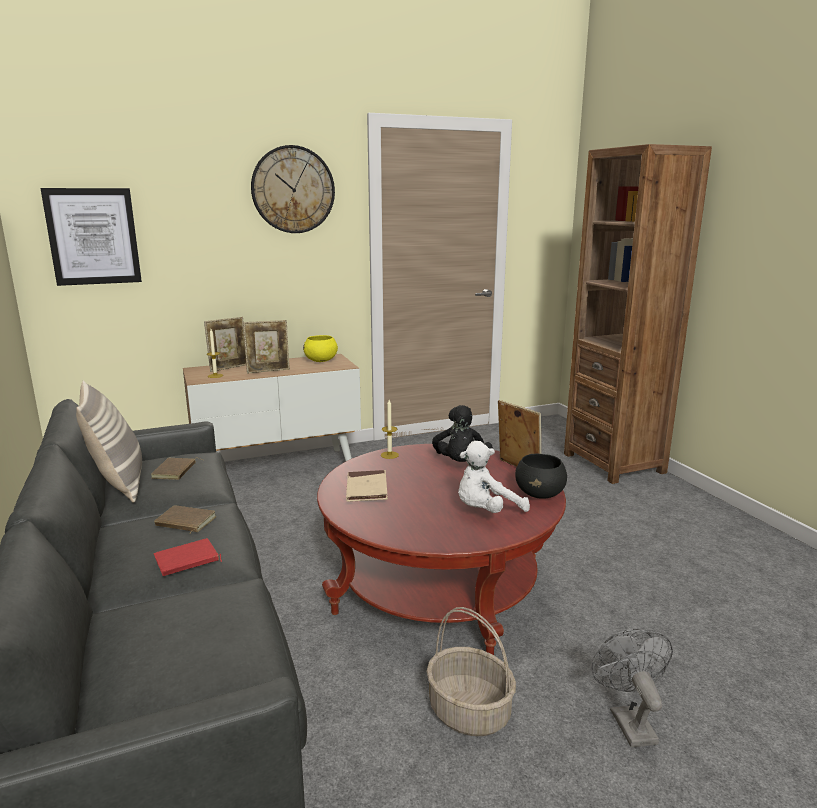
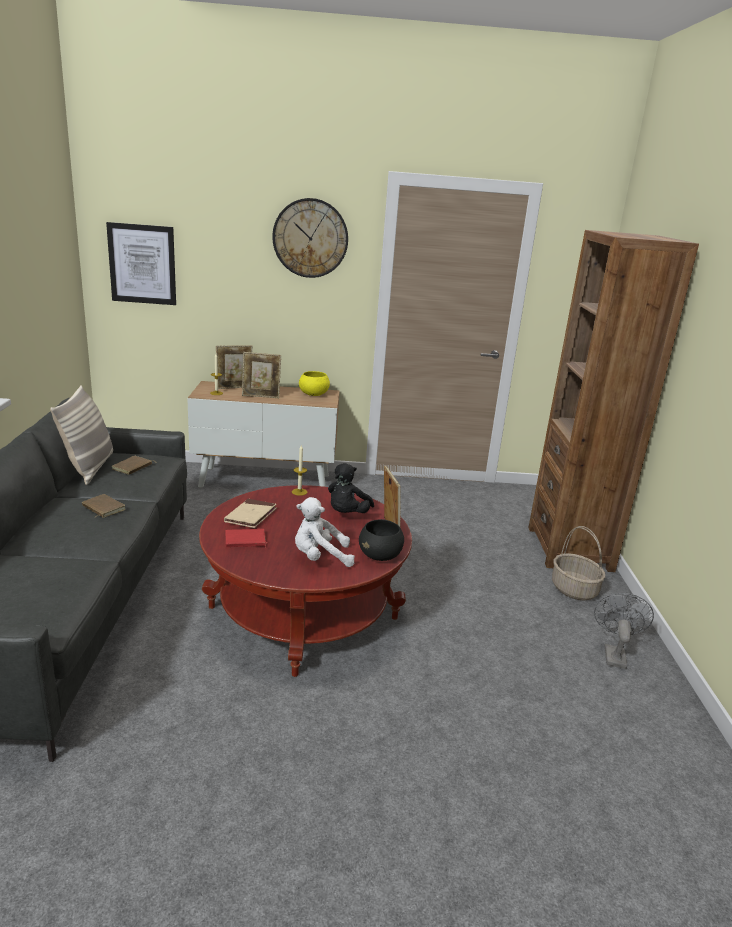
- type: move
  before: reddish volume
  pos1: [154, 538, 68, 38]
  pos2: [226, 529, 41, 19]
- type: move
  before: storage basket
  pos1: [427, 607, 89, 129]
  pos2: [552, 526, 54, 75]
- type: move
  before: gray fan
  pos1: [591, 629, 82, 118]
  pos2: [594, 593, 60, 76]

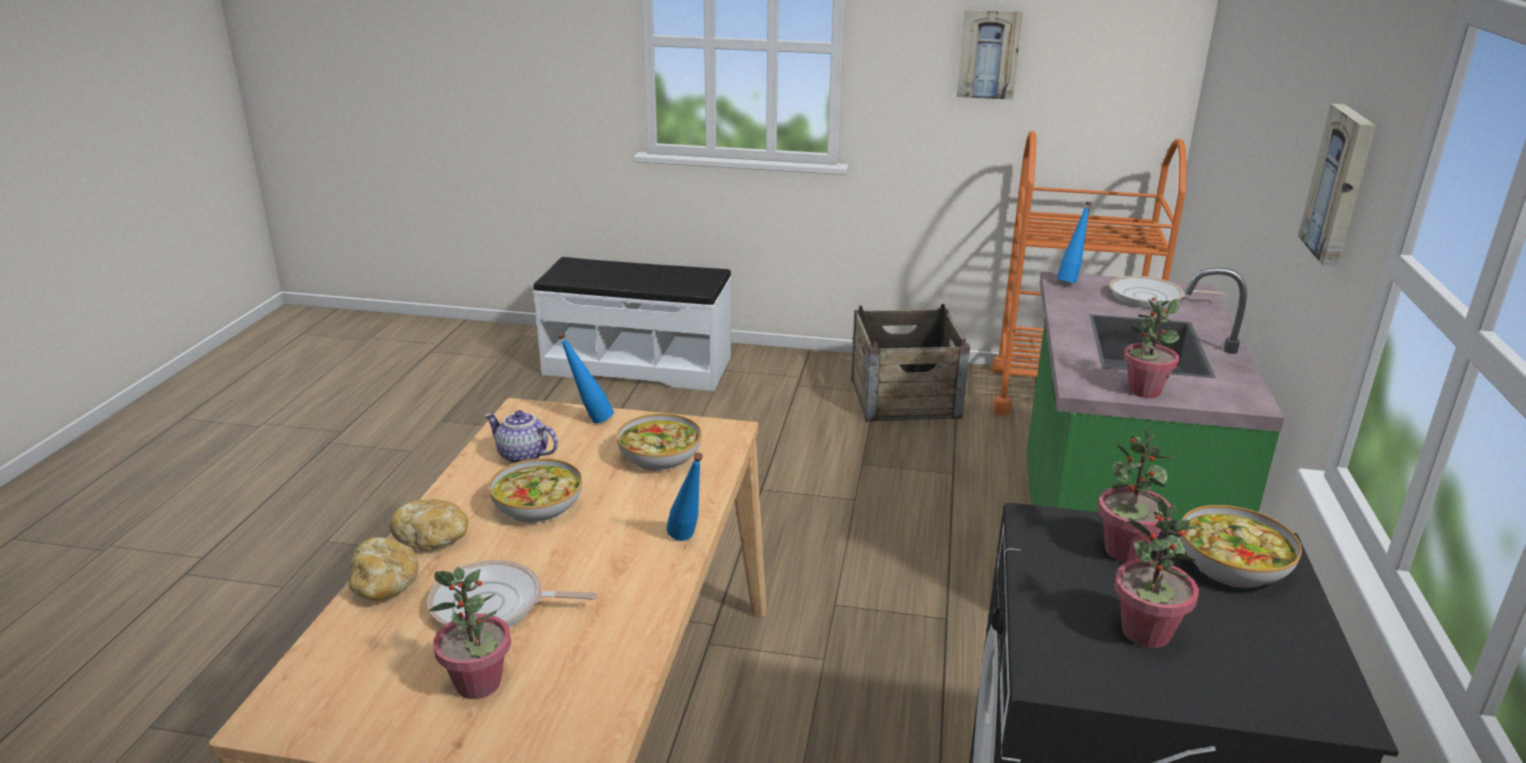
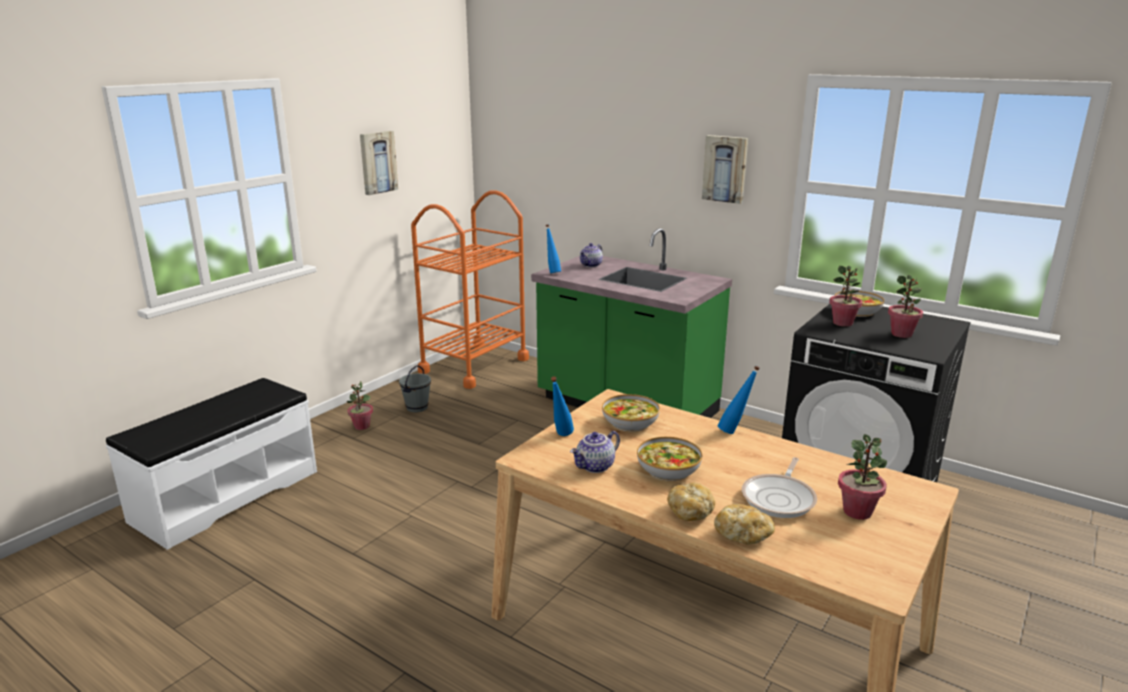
- type: move
  before: potted plant
  pos1: [1123, 296, 57, 102]
  pos2: [347, 381, 26, 49]
- type: replace
  before: packing crate
  after: gray bucket
  pos1: [851, 304, 119, 117]
  pos2: [399, 365, 32, 47]
- type: replace
  before: frying pan
  after: teapot
  pos1: [1109, 276, 116, 32]
  pos2: [580, 243, 23, 24]

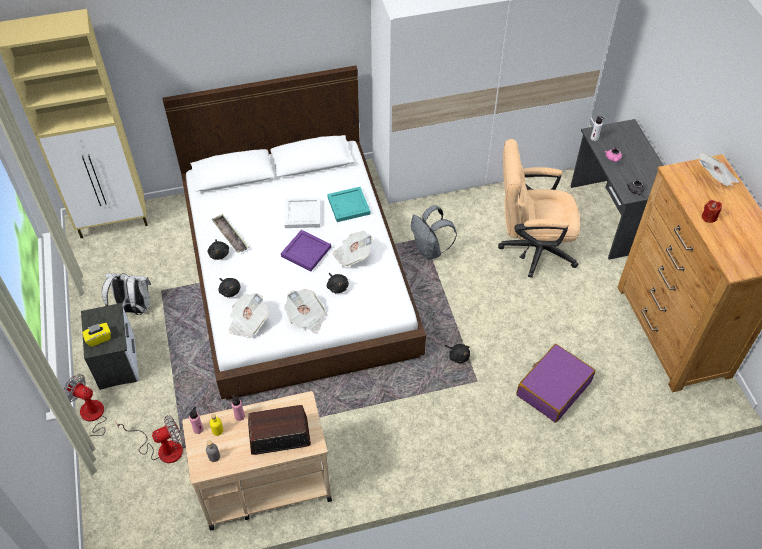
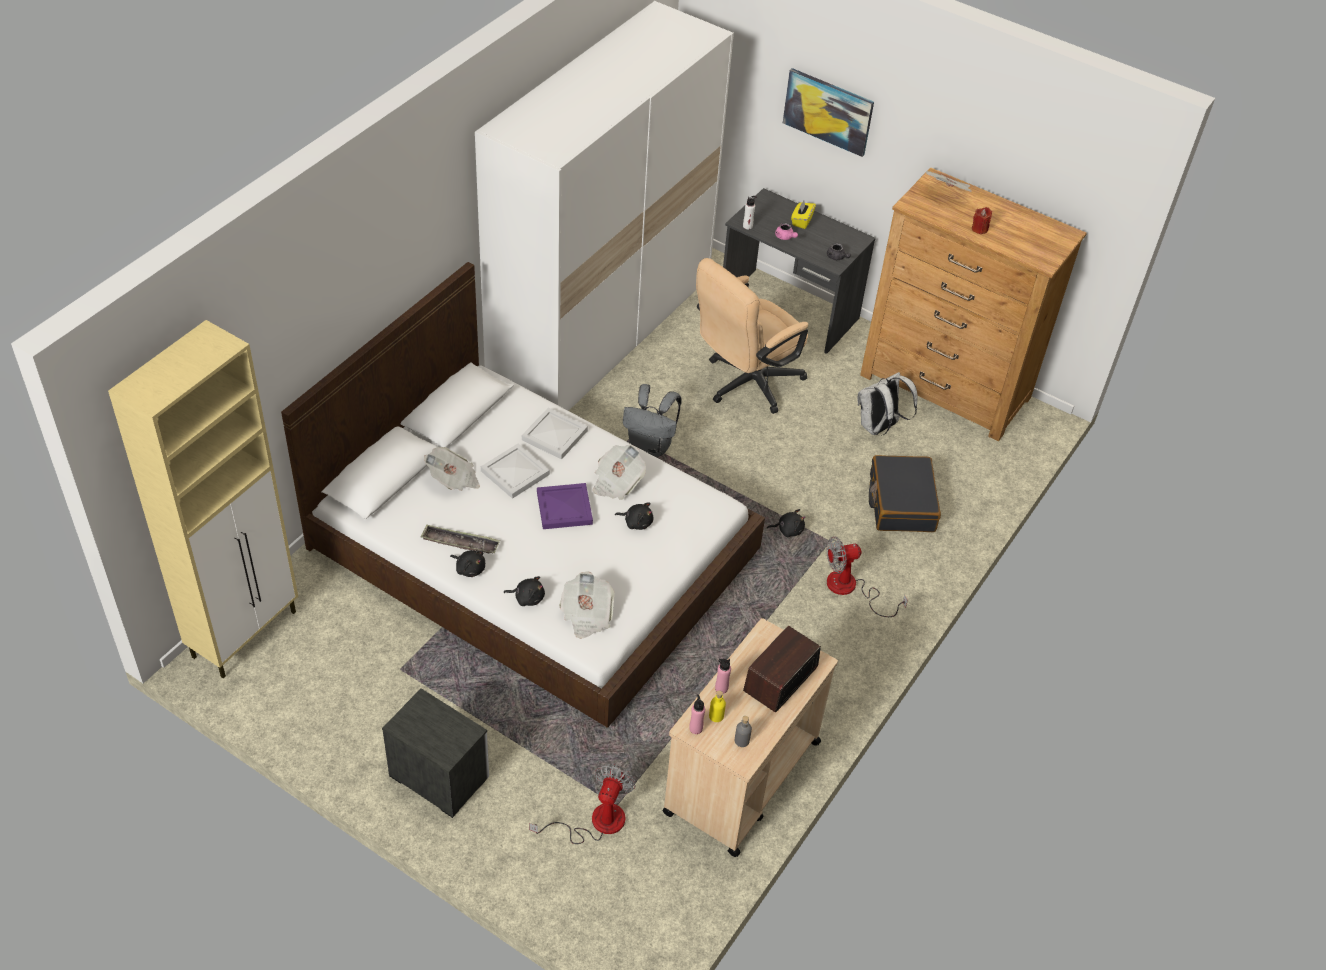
- type: insert
  after: wall picture
  pos2: [783, 68, 91, 89]
- type: move
  before: fan
  pos1: [63, 374, 44, 77]
  pos2: [826, 536, 82, 81]
- type: move
  before: yellow-coloured tissue holder
  pos1: [82, 323, 29, 24]
  pos2: [791, 200, 25, 29]
- type: move
  before: white rucksack
  pos1: [102, 273, 49, 42]
  pos2: [858, 372, 60, 64]
- type: move
  before: printed paper
  pos1: [284, 289, 43, 44]
  pos2: [424, 447, 56, 44]
- type: recolor
  before: turquoise tray
  after: white tray
  pos1: [327, 187, 43, 35]
  pos2: [522, 407, 66, 53]
- type: recolor
  before: purple-coloured travel case
  after: black travel case
  pos1: [516, 344, 79, 79]
  pos2: [869, 455, 72, 77]

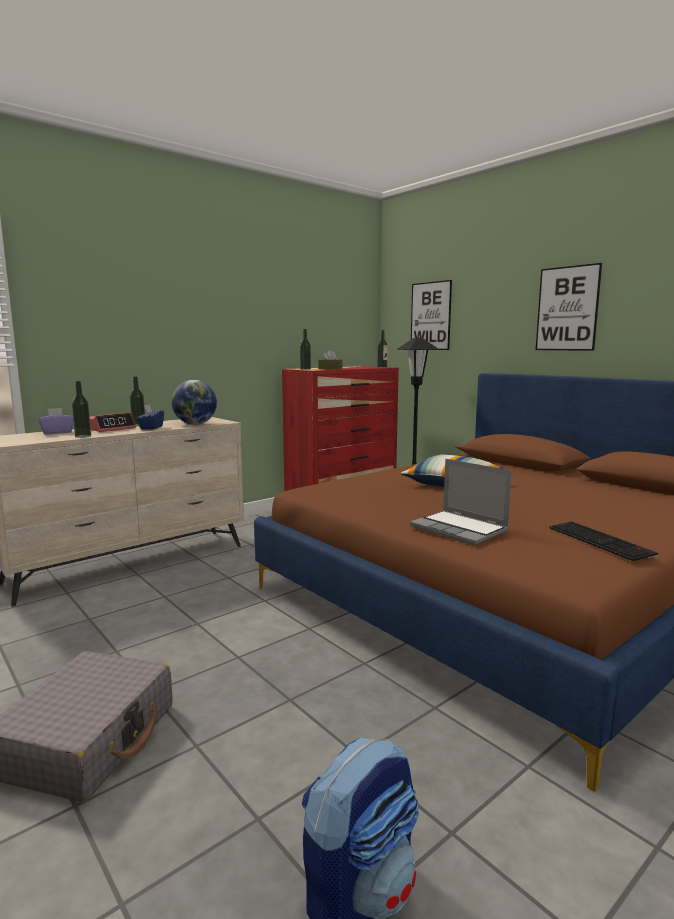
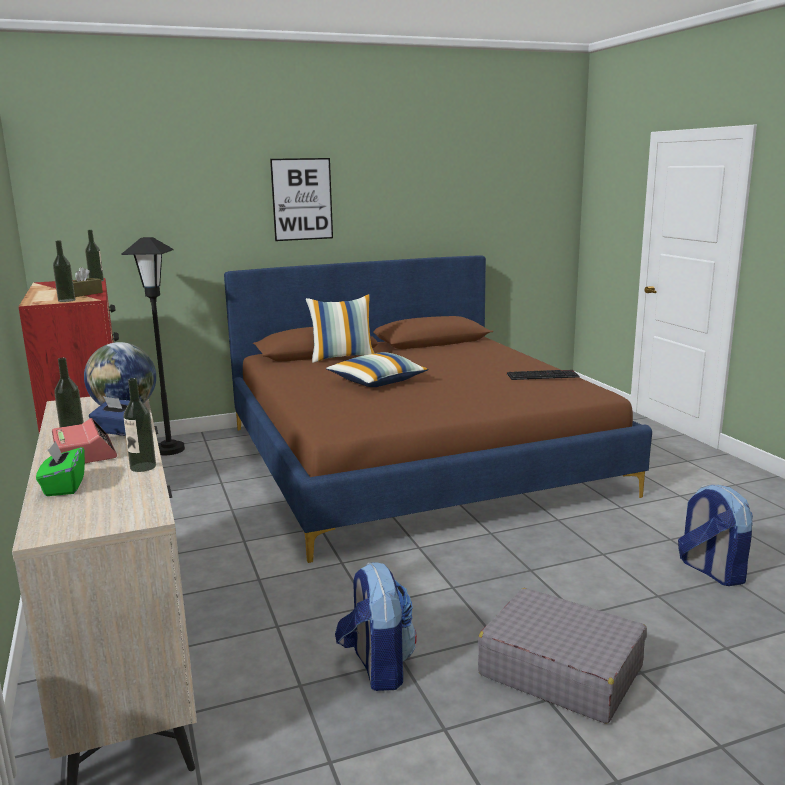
- type: delete
  before: portable computer
  pos1: [410, 459, 102, 86]
- type: delete
  before: wall picture
  pos1: [411, 280, 41, 70]
- type: insert
  after: pillow
  pos2: [306, 294, 69, 69]
- type: insert
  after: rucksack
  pos2: [335, 562, 82, 129]
- type: recolor
  before: purple-coloured tissue holder
  after: green tissue holder
  pos1: [38, 408, 35, 26]
  pos2: [36, 441, 49, 55]

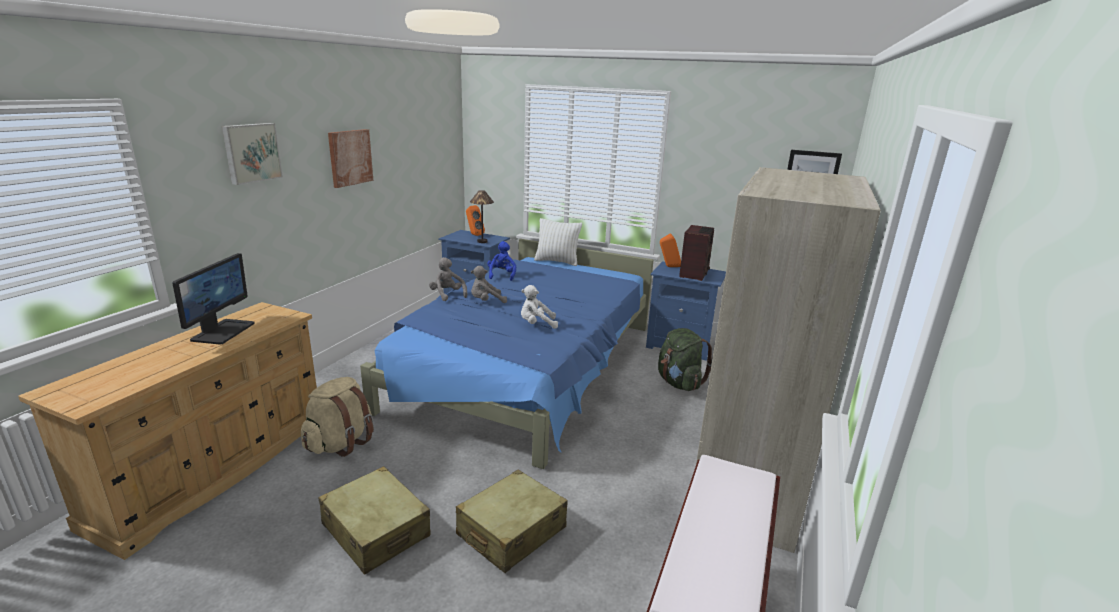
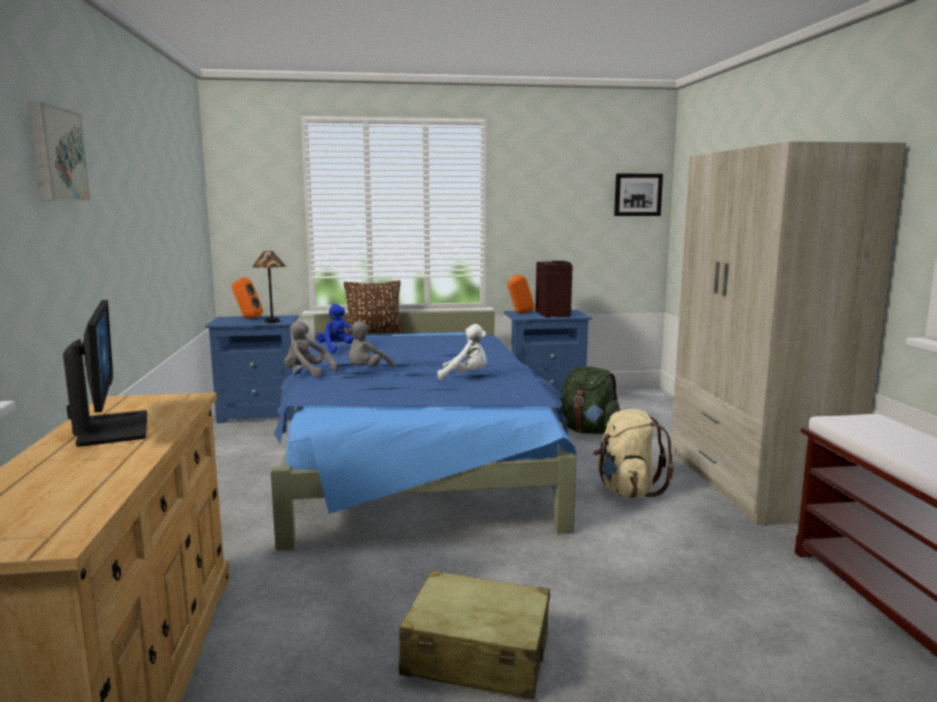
- type: delete
  before: wall picture
  pos1: [328, 129, 45, 59]
- type: delete
  before: beige-coloured travel case
  pos1: [456, 470, 111, 103]
- type: move
  before: beige-coloured rucksack
  pos1: [301, 377, 73, 80]
  pos2: [593, 409, 81, 89]
- type: recolor
  before: white pillow
  after: brown-coloured pillow
  pos1: [534, 218, 48, 48]
  pos2: [344, 280, 60, 56]
- type: rotate
  before: white soft toy
  pos1: [521, 285, 37, 44]
  pos2: [438, 324, 49, 56]
  turn: -135

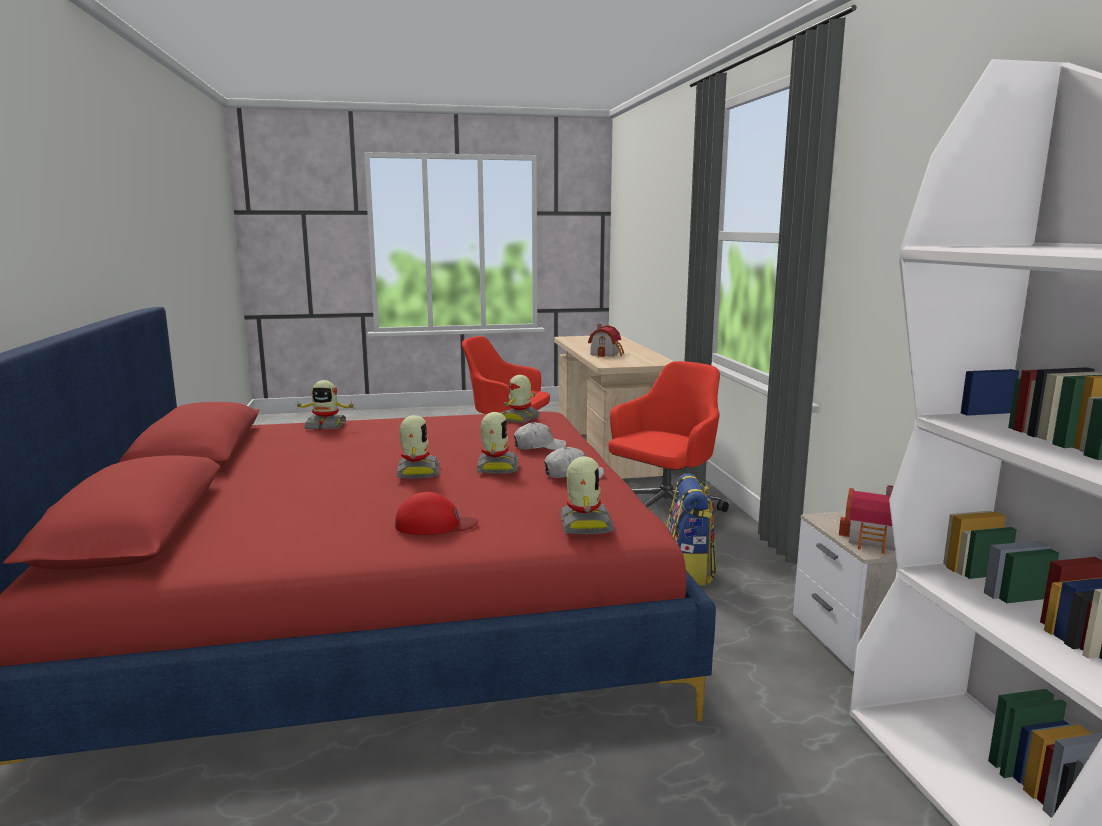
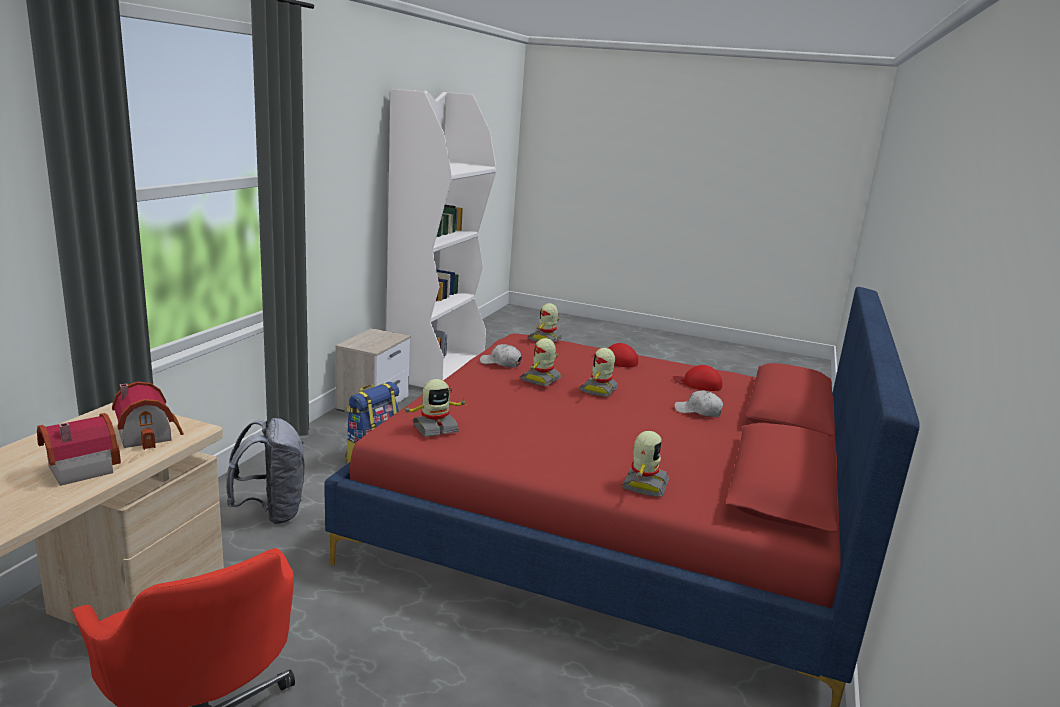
- type: insert
  after: reddish baseball cap
  pos2: [673, 365, 49, 26]
- type: move
  before: white baseball cap
  pos1: [514, 422, 52, 28]
  pos2: [675, 390, 48, 27]
- type: move
  before: toy house
  pos1: [839, 485, 56, 69]
  pos2: [112, 381, 72, 69]
- type: replace
  before: reddish computer chair
  after: gray rucksack
  pos1: [608, 361, 121, 151]
  pos2: [226, 418, 79, 106]
- type: rotate
  before: toy robot
  pos1: [295, 380, 61, 49]
  pos2: [622, 431, 47, 66]
  turn: 75

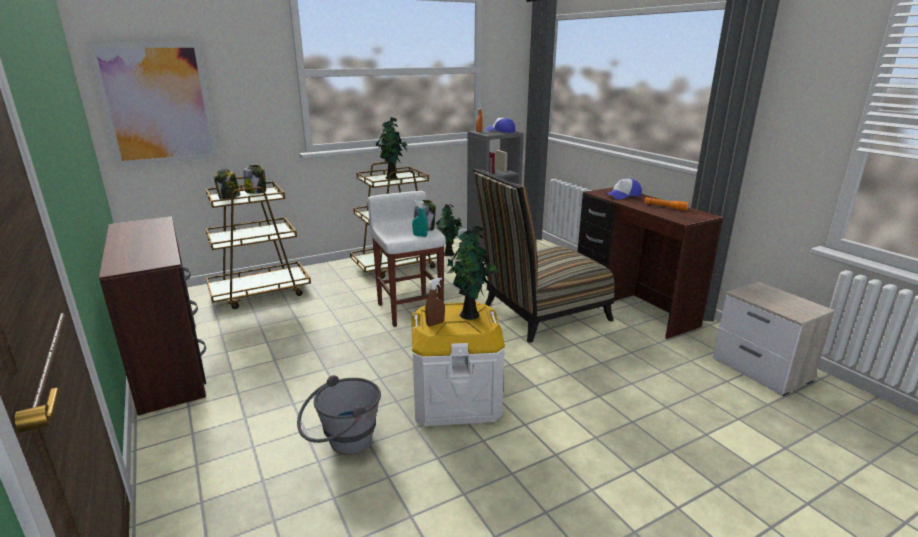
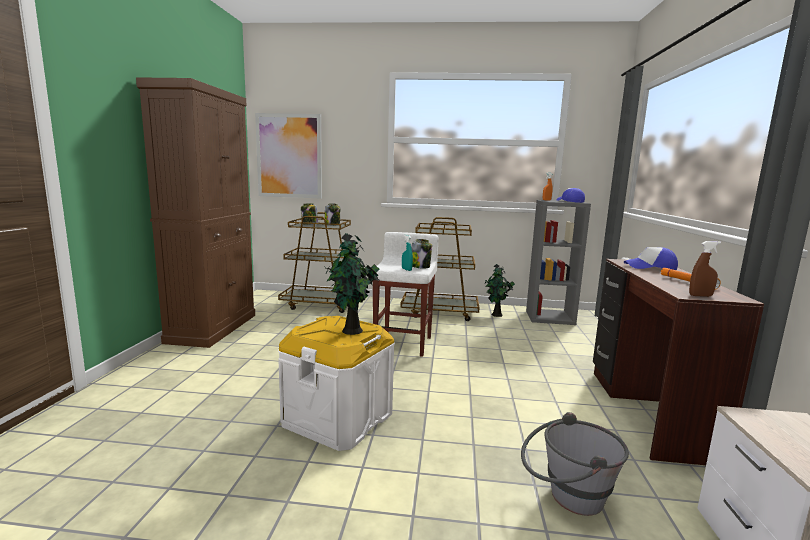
- type: delete
  before: potted plant
  pos1: [375, 117, 32, 62]
- type: delete
  before: plain chair
  pos1: [473, 168, 141, 175]
- type: move
  before: gray bucket
  pos1: [297, 375, 84, 80]
  pos2: [521, 412, 108, 104]
- type: move
  before: brown-coloured sprayer
  pos1: [425, 277, 20, 49]
  pos2: [689, 241, 32, 56]
- type: replace
  before: brown-coloured desk table
  after: brown-coloured cupboard
  pos1: [99, 216, 107, 200]
  pos2: [136, 77, 119, 271]

